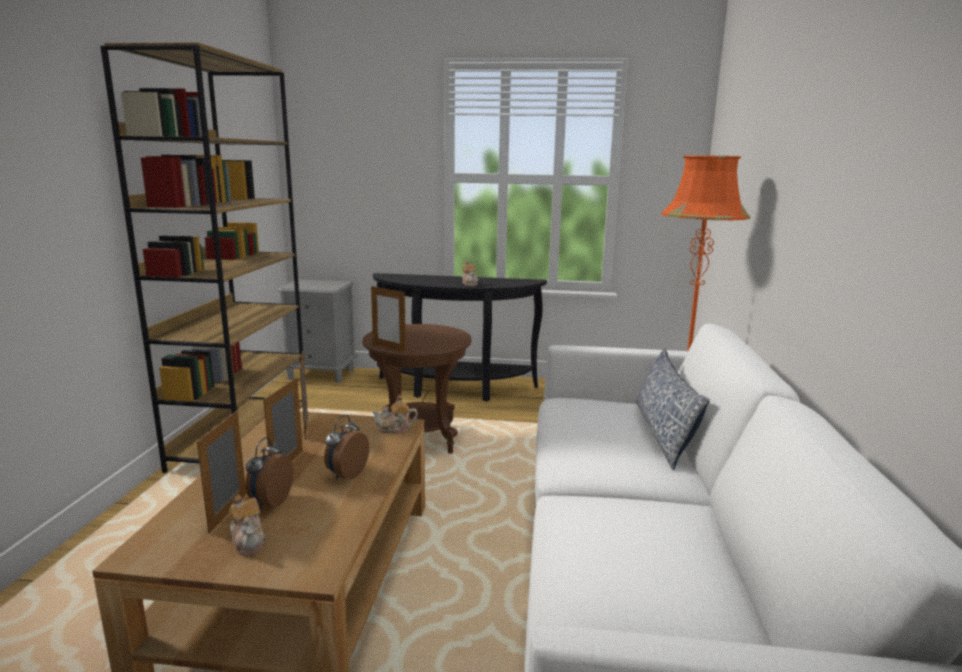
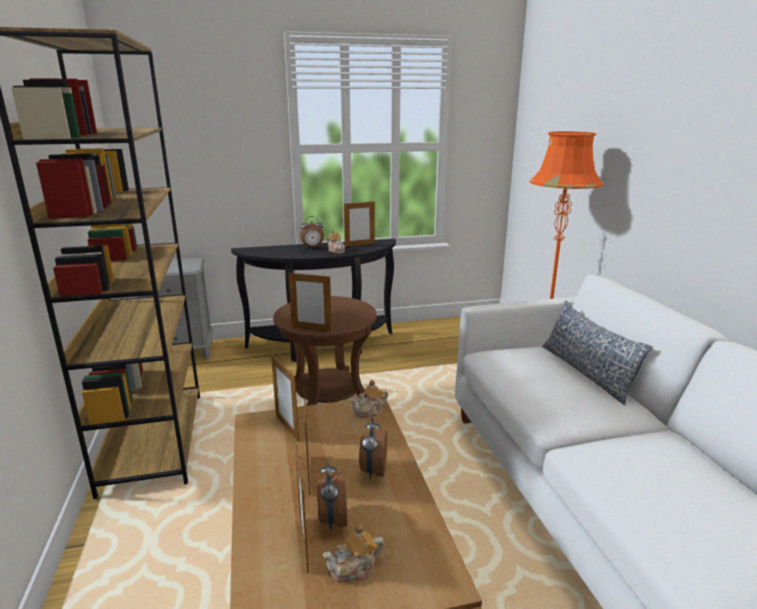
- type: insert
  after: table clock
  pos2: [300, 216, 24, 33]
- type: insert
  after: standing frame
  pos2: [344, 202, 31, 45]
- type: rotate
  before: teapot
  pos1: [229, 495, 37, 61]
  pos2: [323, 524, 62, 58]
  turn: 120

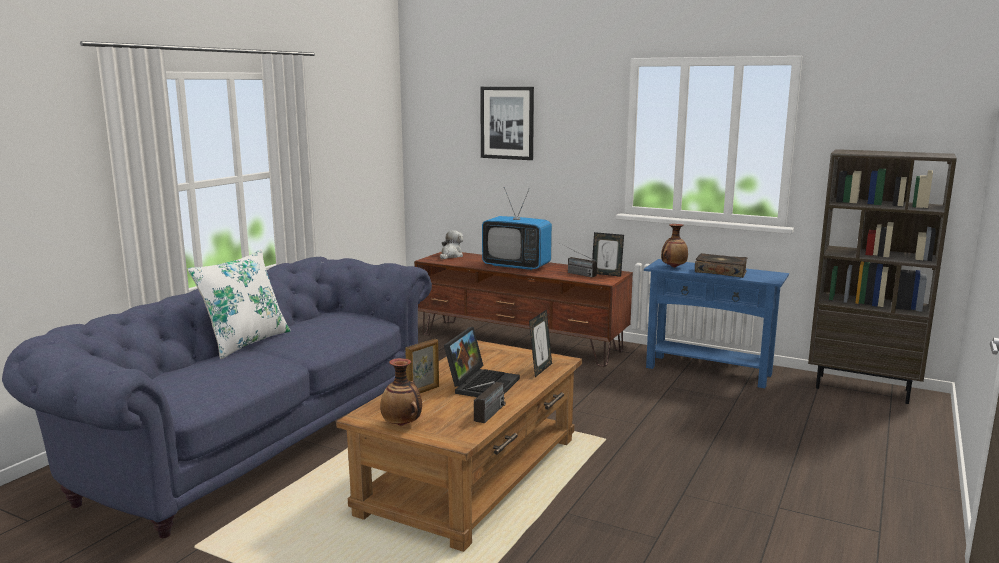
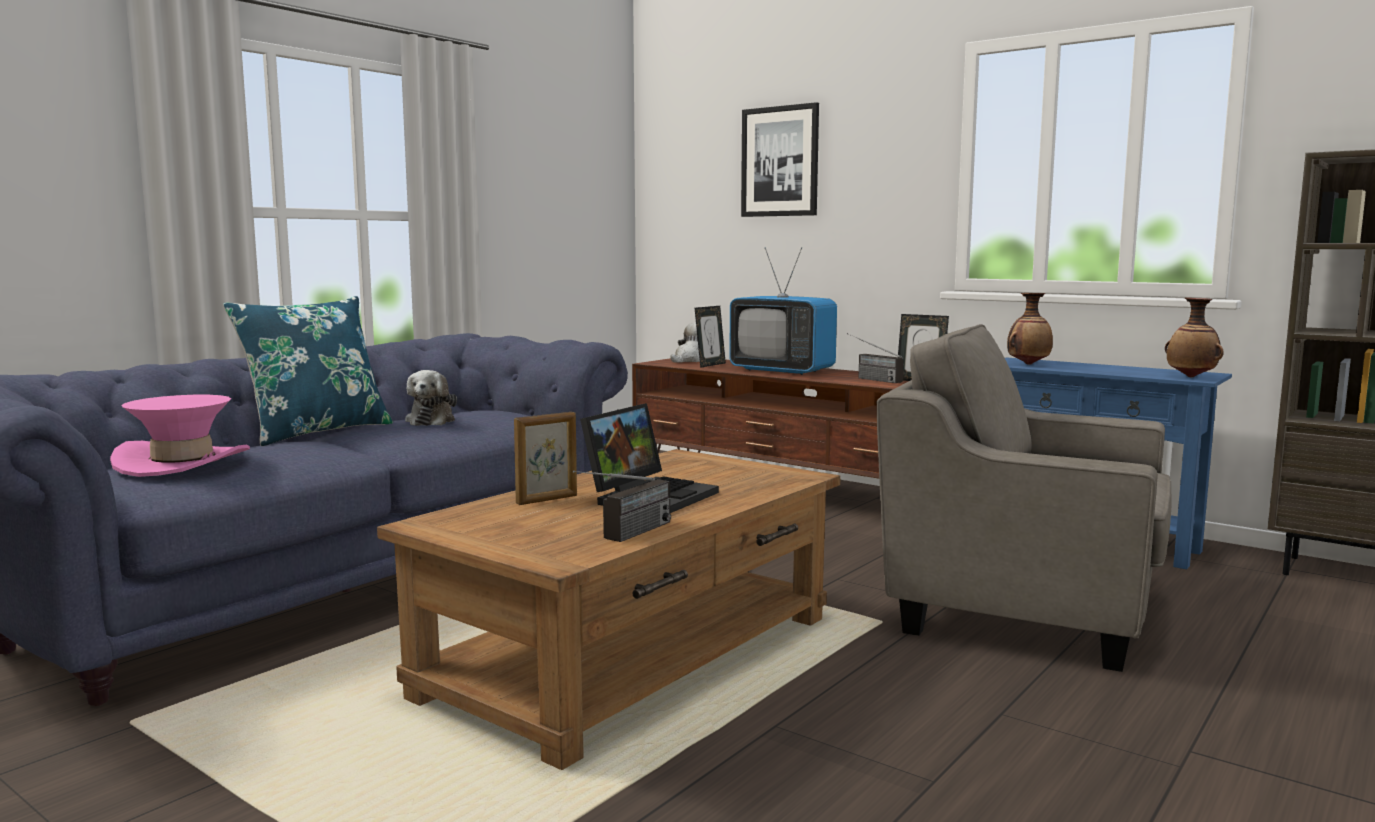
- type: delete
  before: volume
  pos1: [695, 253, 52, 25]
- type: insert
  after: pink wearable hat
  pos2: [110, 395, 140, 82]
- type: insert
  after: soft toy
  pos2: [405, 370, 52, 56]
- type: insert
  after: gray easy chair
  pos2: [877, 324, 295, 348]
- type: move
  before: flower vase
  pos1: [380, 358, 42, 68]
  pos2: [1165, 298, 59, 79]
- type: move
  before: standing frame
  pos1: [529, 310, 23, 67]
  pos2: [695, 306, 31, 62]
- type: recolor
  before: white pillow
  after: blue-coloured pillow
  pos1: [188, 249, 103, 110]
  pos2: [223, 296, 170, 150]

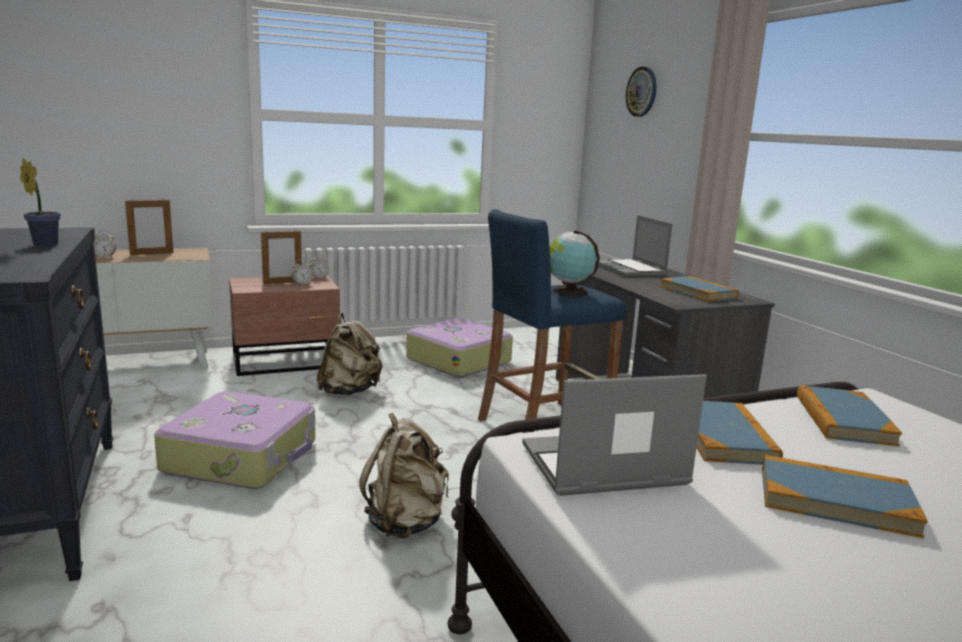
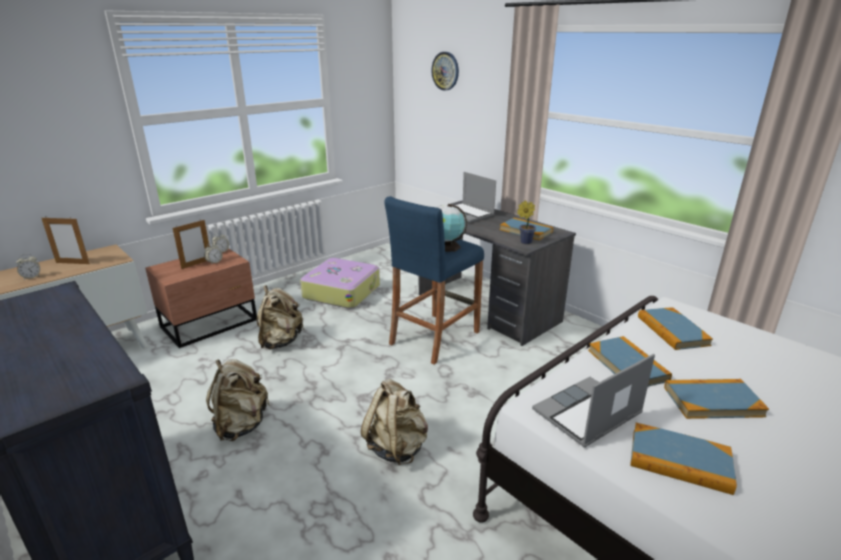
- type: insert
  after: volume
  pos2: [630, 423, 107, 72]
- type: move
  before: potted plant
  pos1: [20, 158, 40, 88]
  pos2: [517, 201, 19, 43]
- type: replace
  before: travel case
  after: beige-coloured rucksack
  pos1: [154, 391, 161, 98]
  pos2: [206, 359, 64, 82]
- type: rotate
  before: standing frame
  pos1: [125, 198, 48, 57]
  pos2: [42, 218, 48, 46]
  turn: 60

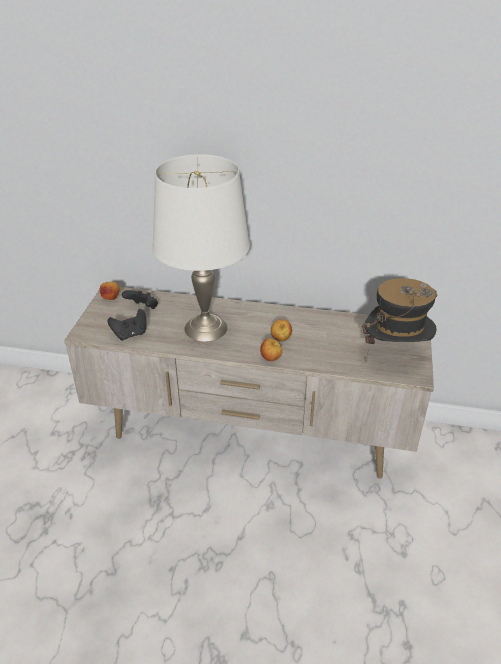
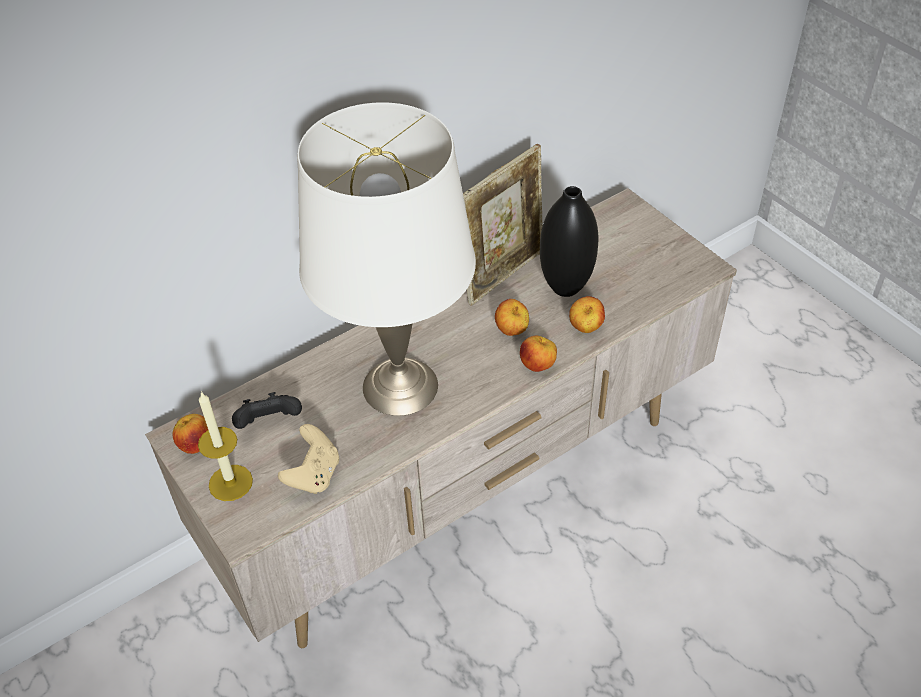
- type: delete
  before: wearable hat
  pos1: [362, 278, 76, 85]
- type: insert
  after: wax candle
  pos2: [198, 391, 55, 110]
- type: insert
  after: standing frame
  pos2: [463, 144, 80, 162]
- type: insert
  after: black flower vase
  pos2: [540, 186, 59, 111]
- type: insert
  after: apple fruit
  pos2: [569, 296, 36, 37]
- type: recolor
  before: black game controller
  after: beige-coloured game controller
  pos1: [107, 309, 39, 32]
  pos2: [278, 424, 61, 70]

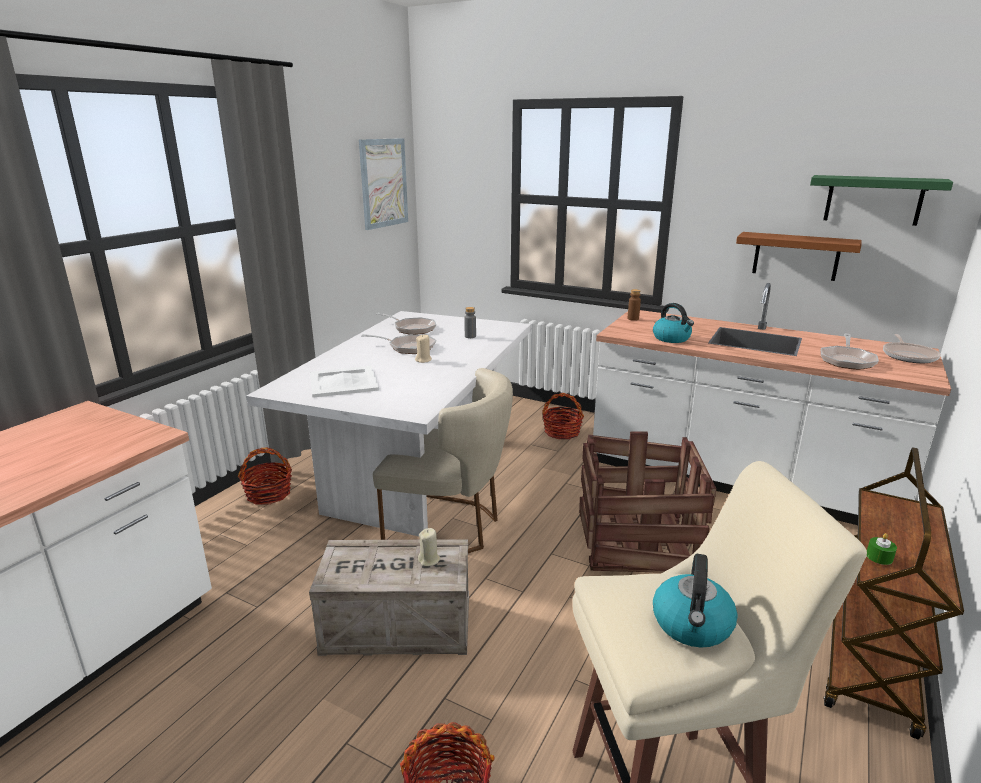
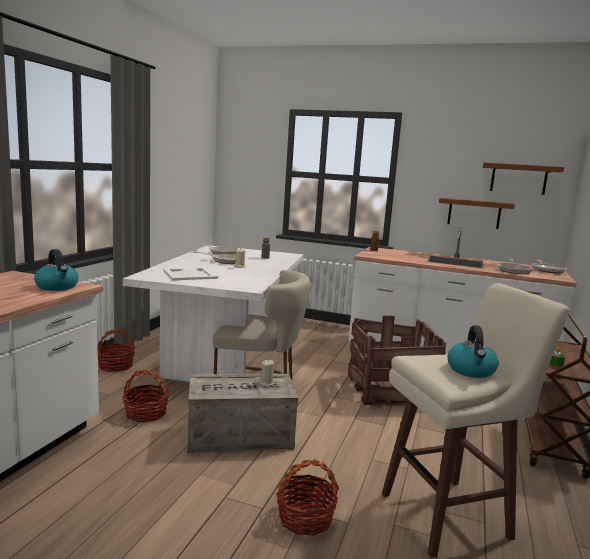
- type: delete
  before: wall picture
  pos1: [359, 138, 49, 92]
- type: move
  before: storage basket
  pos1: [542, 393, 42, 46]
  pos2: [122, 369, 47, 53]
- type: move
  before: tea kettle
  pos1: [653, 303, 41, 40]
  pos2: [34, 249, 45, 42]
- type: recolor
  before: green wall shelf
  after: brown-coloured wall shelf
  pos1: [810, 175, 143, 51]
  pos2: [483, 163, 81, 32]

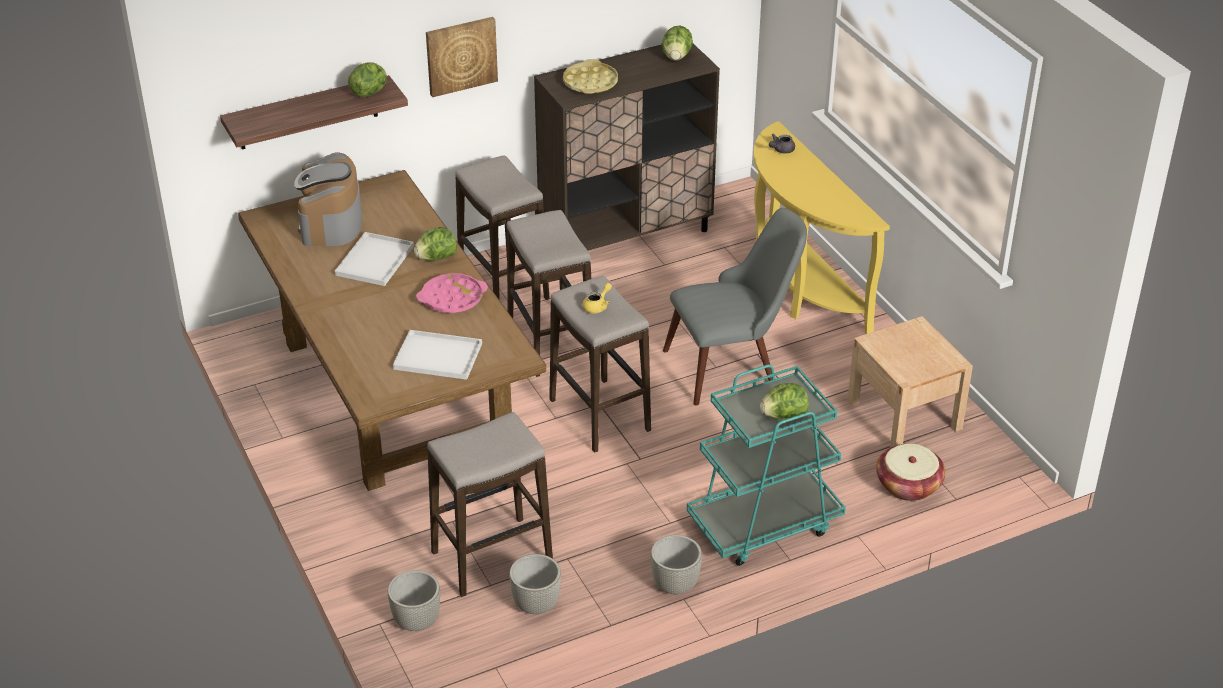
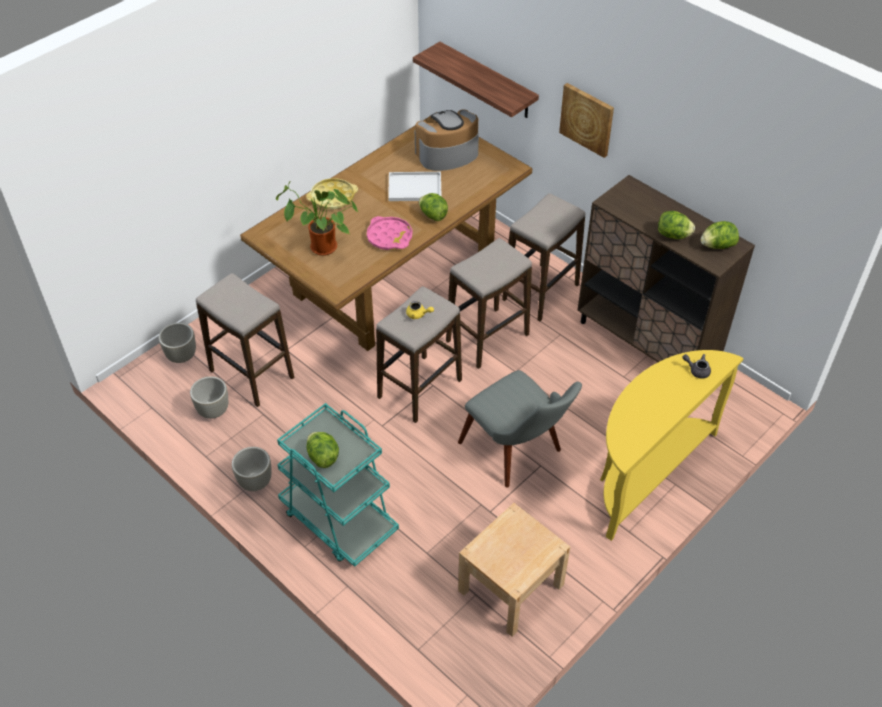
- type: delete
  before: storage basket
  pos1: [876, 444, 70, 57]
- type: move
  before: head of lettuce
  pos1: [348, 62, 39, 35]
  pos2: [658, 211, 37, 28]
- type: move
  before: yellow-coloured tray
  pos1: [563, 59, 55, 35]
  pos2: [306, 178, 52, 31]
- type: replace
  before: white tray
  after: potted plant
  pos1: [393, 330, 89, 50]
  pos2: [276, 182, 82, 74]

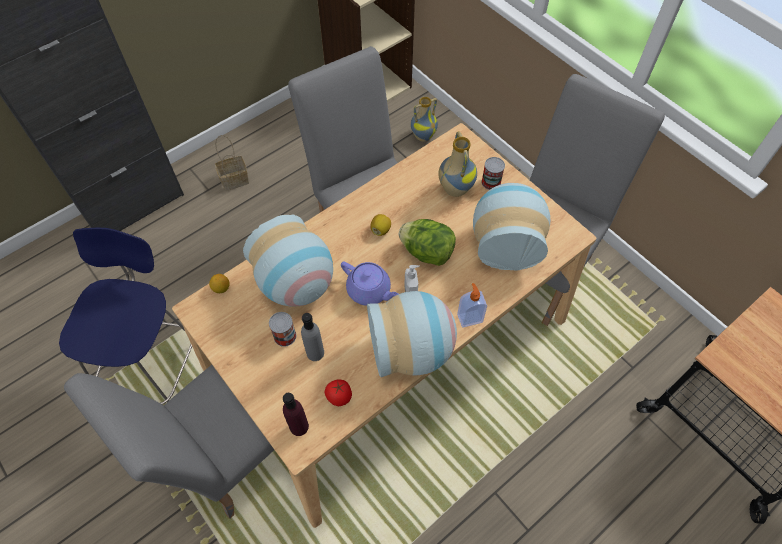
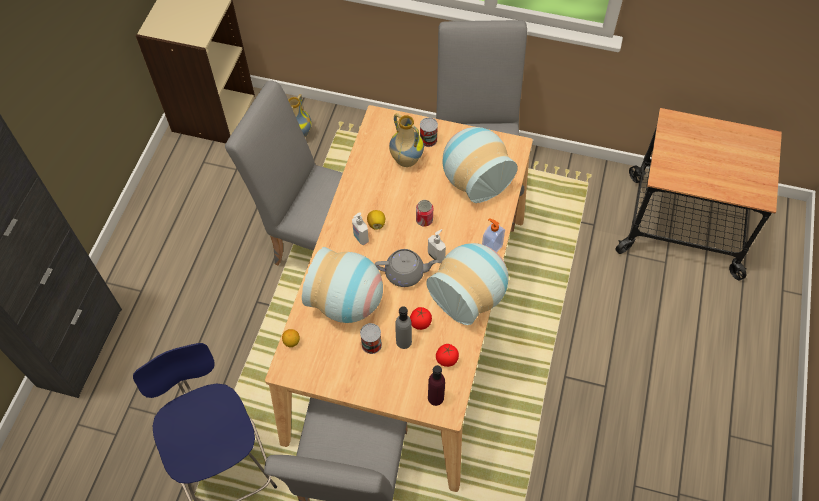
- type: delete
  before: storage basket
  pos1: [215, 135, 34, 56]
- type: insert
  after: soap bottle
  pos2: [352, 212, 17, 33]
- type: insert
  after: whole tomato
  pos2: [410, 307, 22, 23]
- type: replace
  before: head of lettuce
  after: sealed can
  pos1: [398, 219, 58, 47]
  pos2: [416, 200, 17, 26]
- type: recolor
  before: purple-coloured teapot
  after: gray teapot
  pos1: [341, 262, 57, 44]
  pos2: [375, 249, 64, 38]

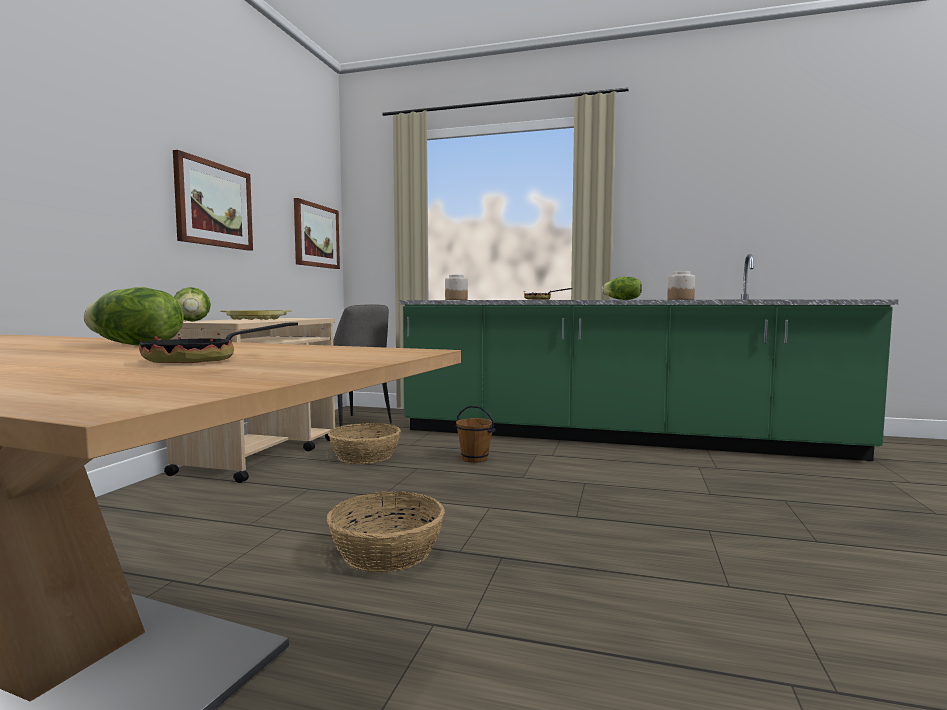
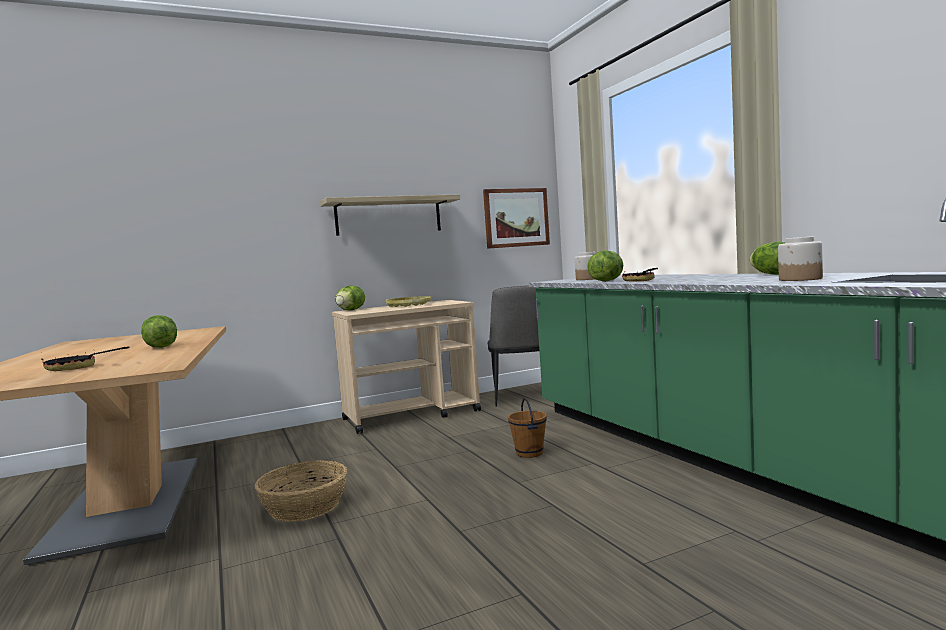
- type: delete
  before: storage basket
  pos1: [328, 423, 73, 41]
- type: insert
  after: head of lettuce
  pos2: [587, 250, 36, 32]
- type: replace
  before: wall picture
  after: wall shelf
  pos1: [173, 150, 80, 101]
  pos2: [320, 194, 140, 42]

